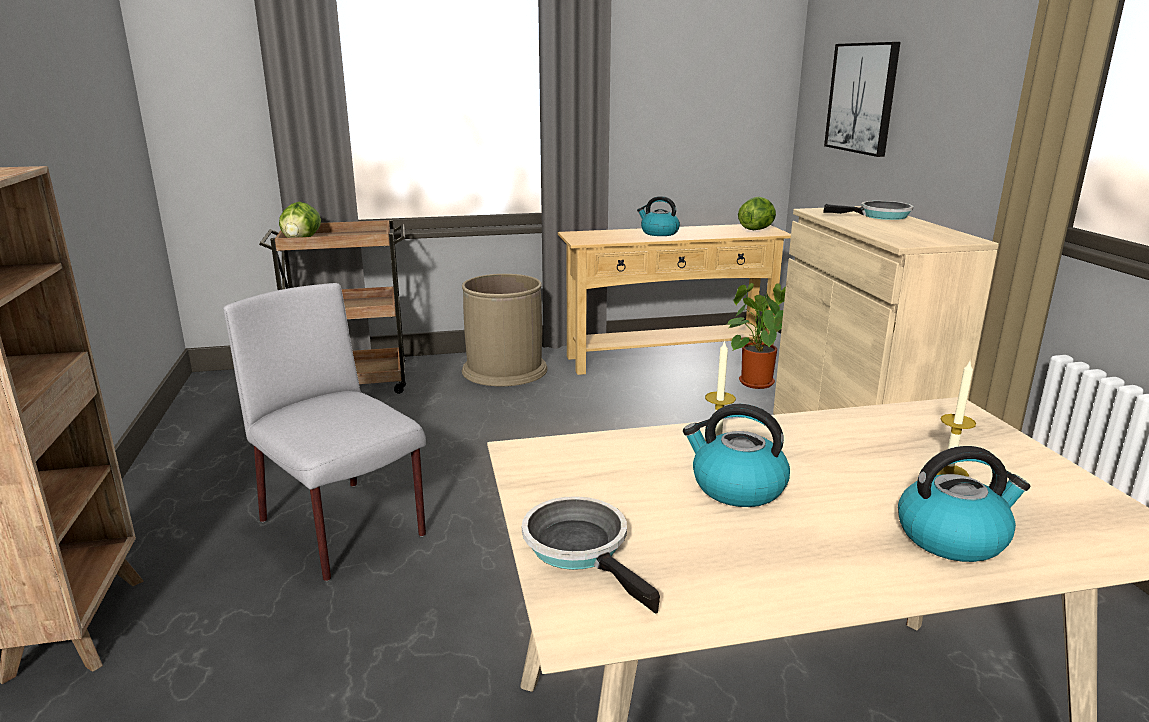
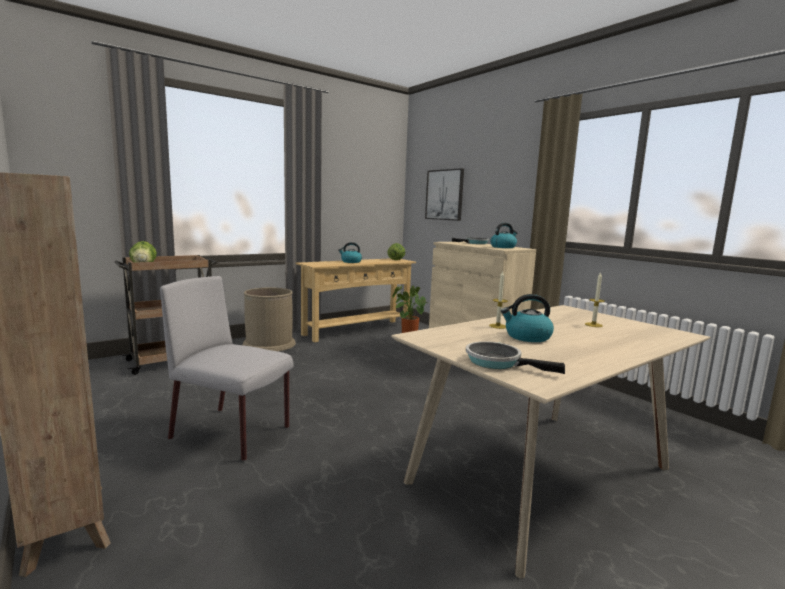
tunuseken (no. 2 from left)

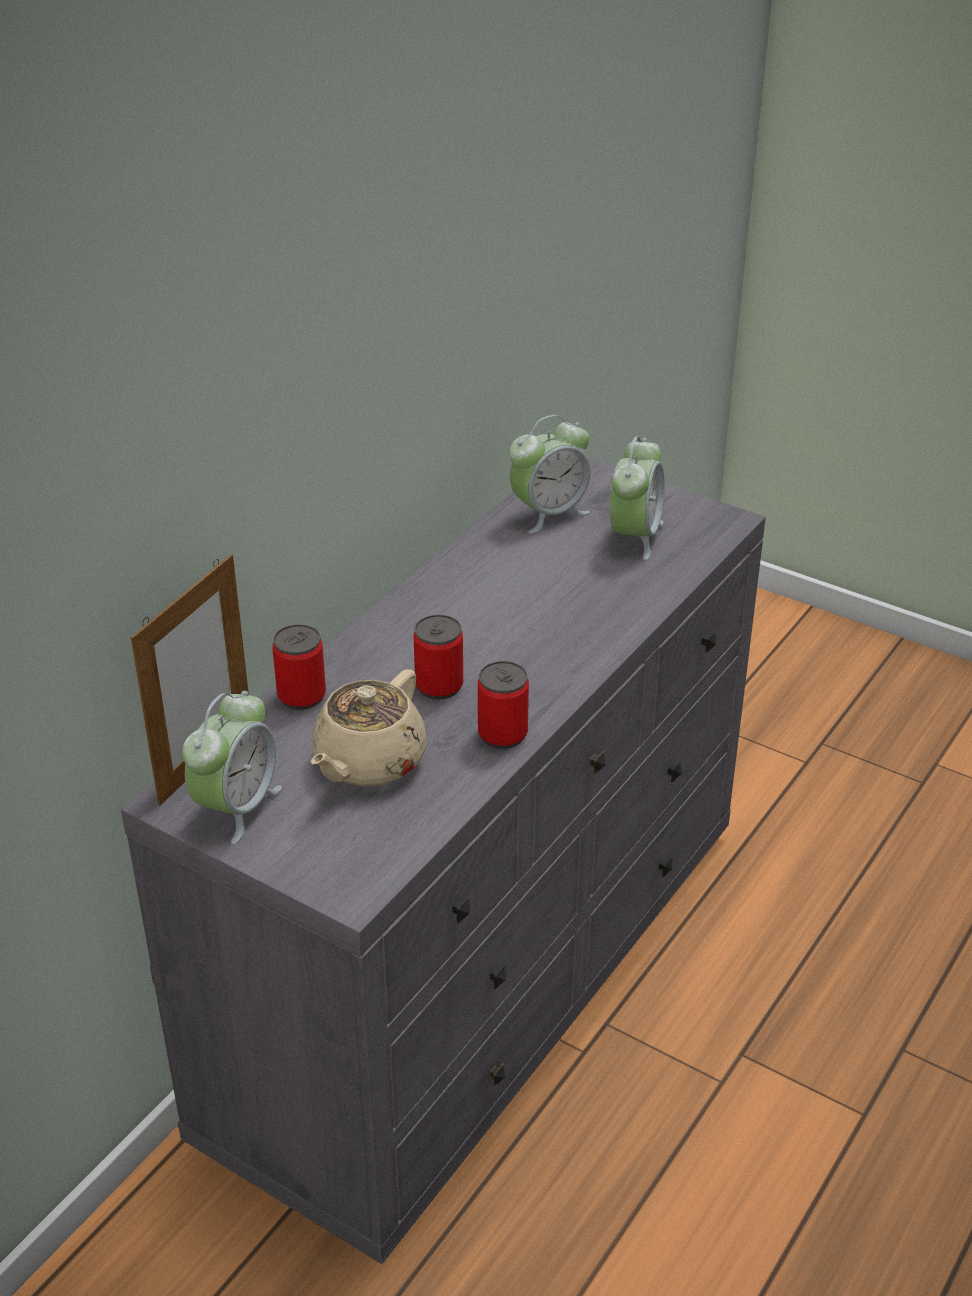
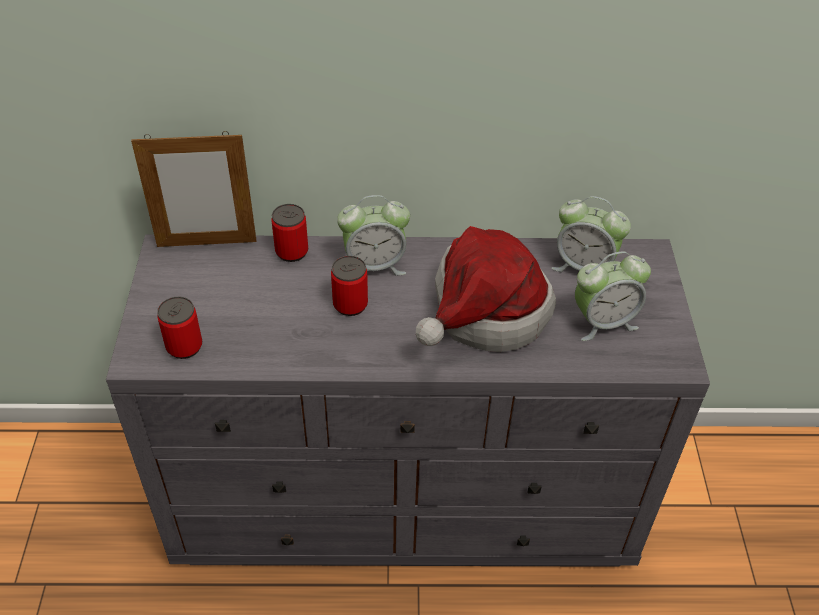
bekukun (no. 1 from left)
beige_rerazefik
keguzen (no. 1 from left)
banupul

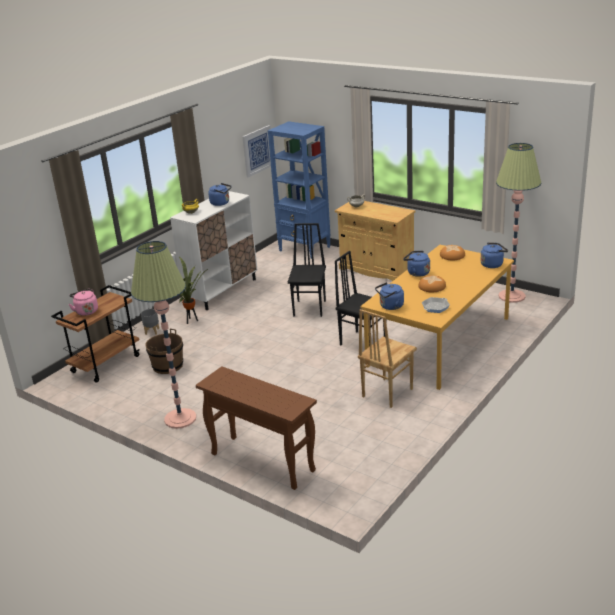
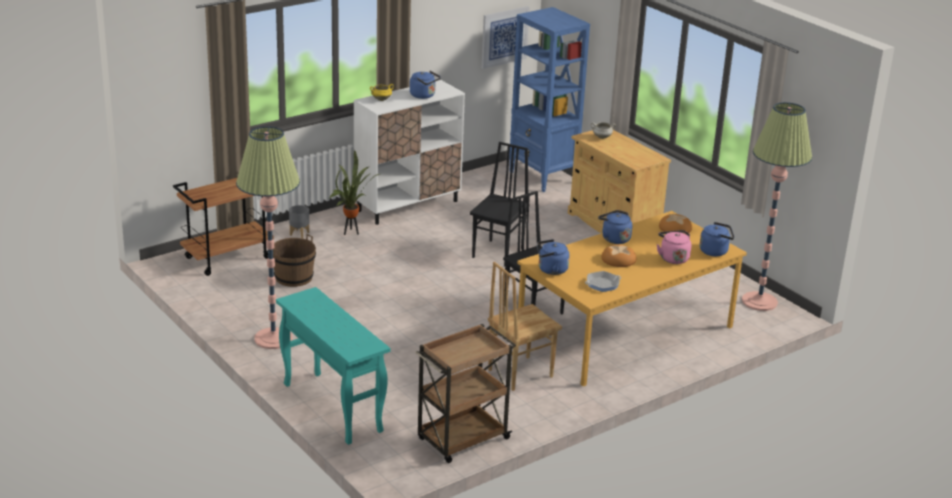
pink_tunuseken
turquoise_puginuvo
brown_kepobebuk (no. 2 from left)

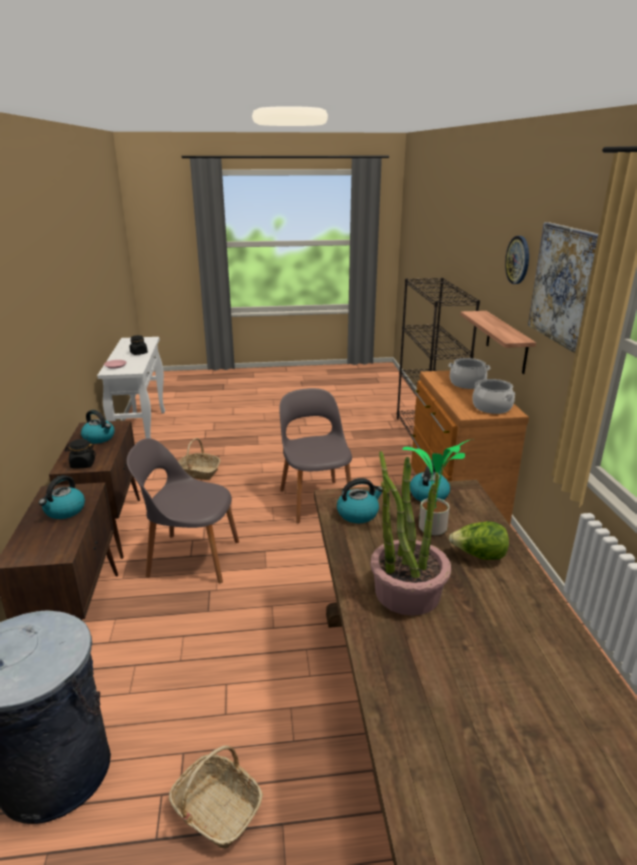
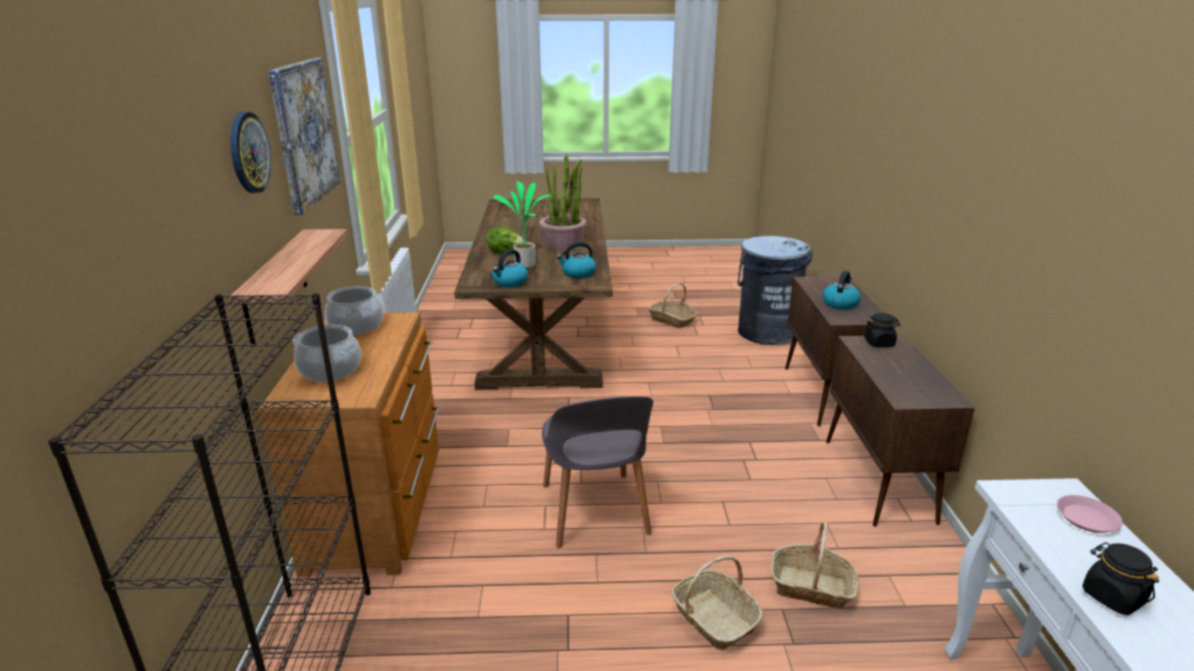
tunuseken (no. 2 from left in the first image)
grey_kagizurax (no. 1 from left in the first image)
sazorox (no. 2 from left)

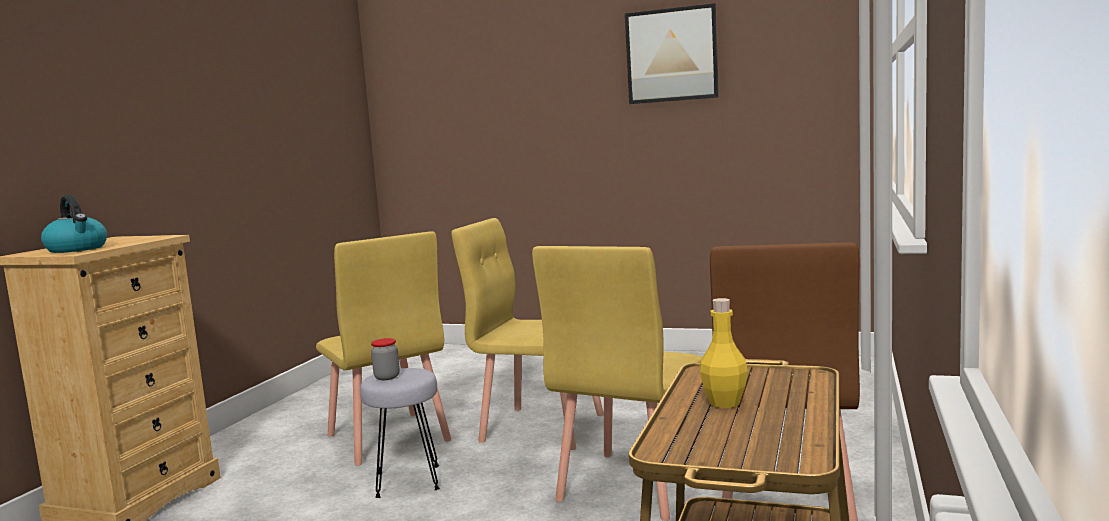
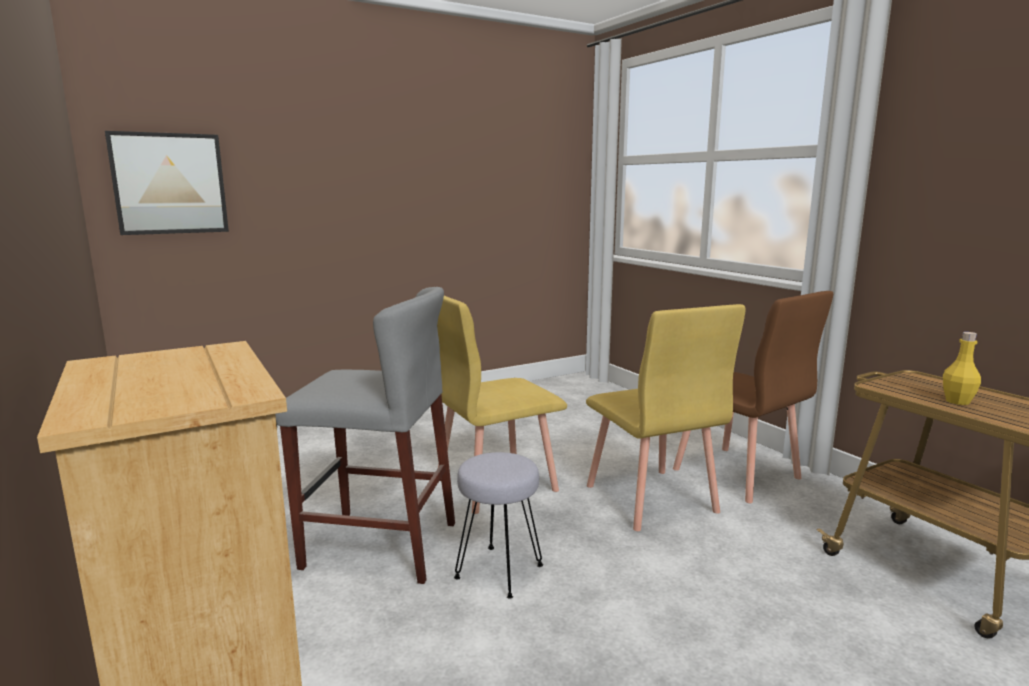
tunuseken
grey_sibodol (no. 1 from left)
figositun
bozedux

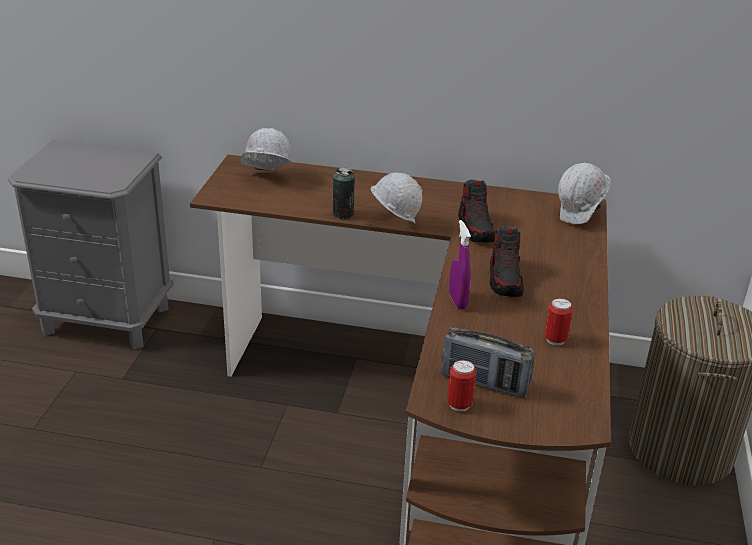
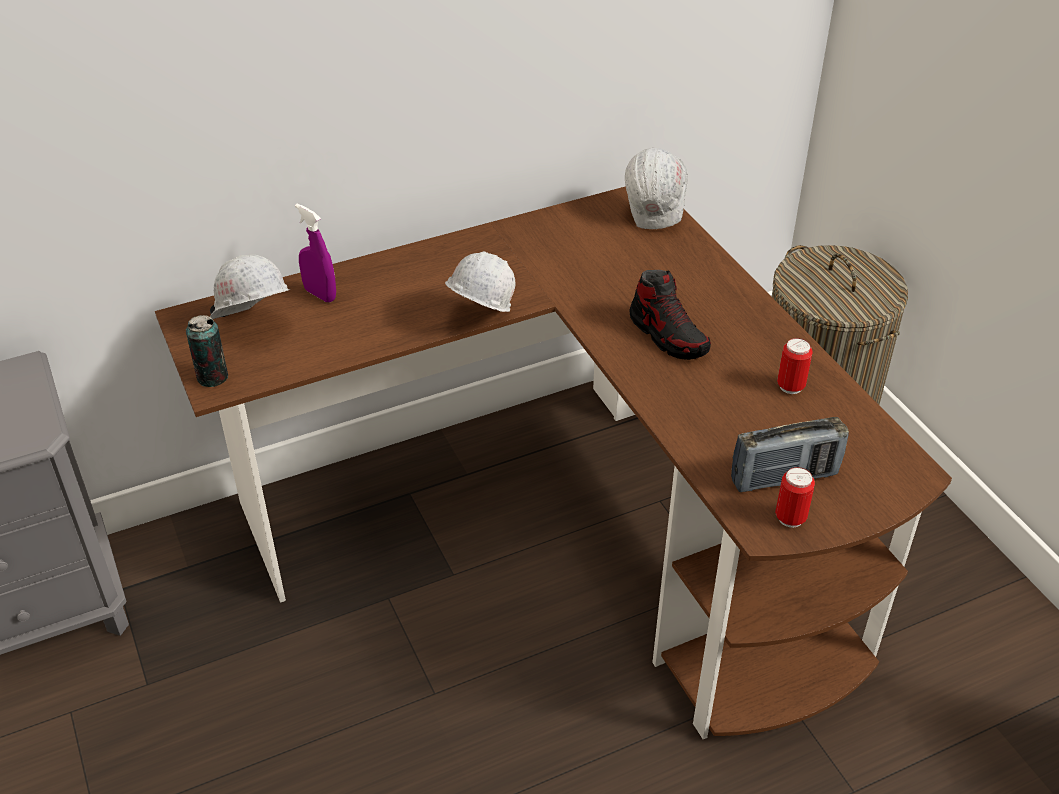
keguzen (no. 1 from left)
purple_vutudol
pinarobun (no. 1 from left in the first image)

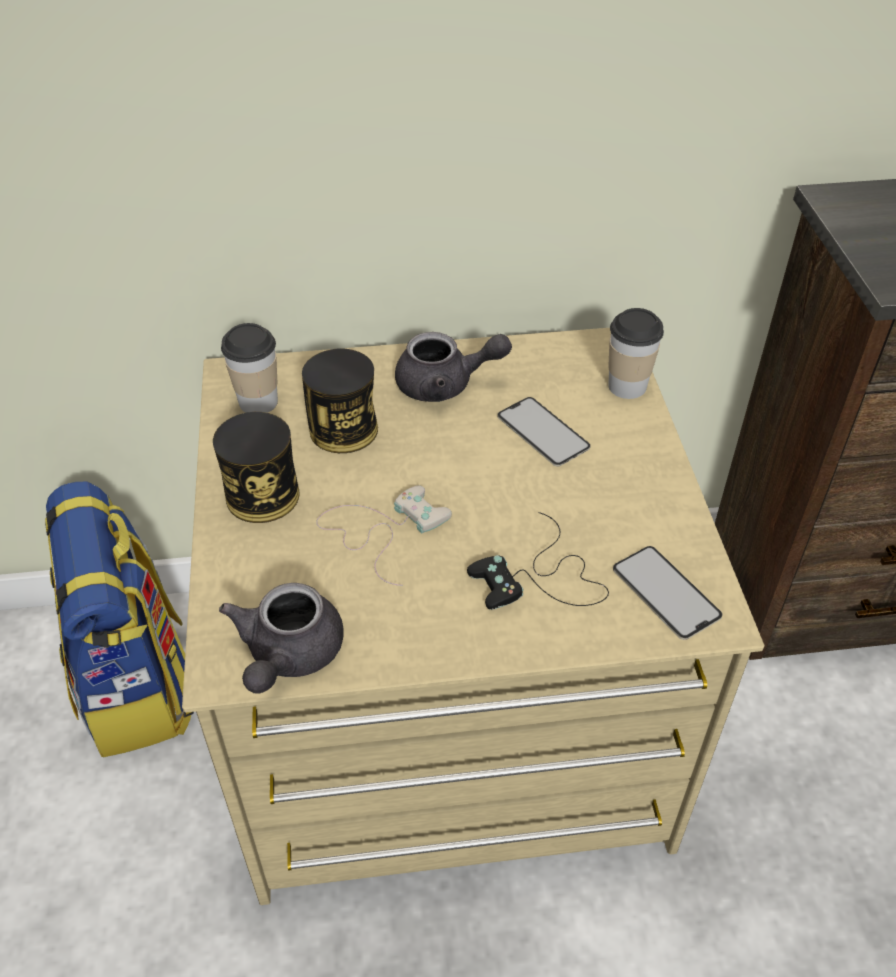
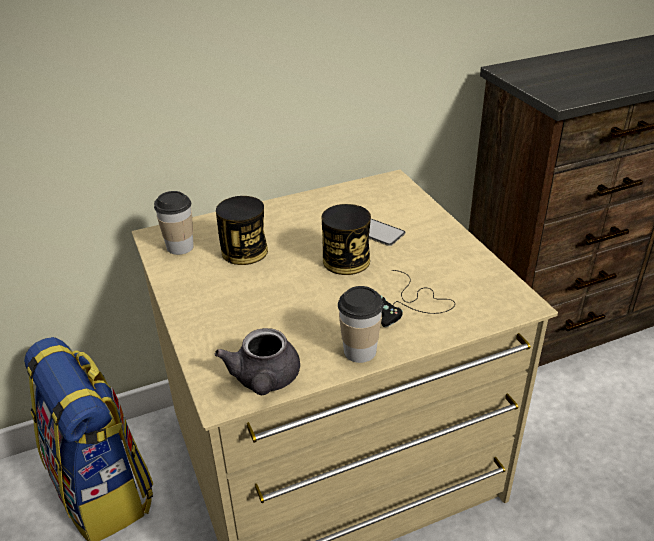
keguzen (no. 2 from left)
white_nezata
grey_rerazefik (no. 2 from left in the first image)
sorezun (no. 2 from left)
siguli (no. 2 from left in the first image)

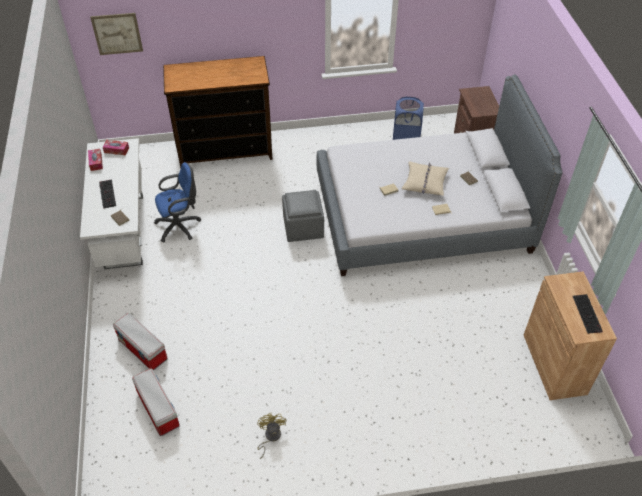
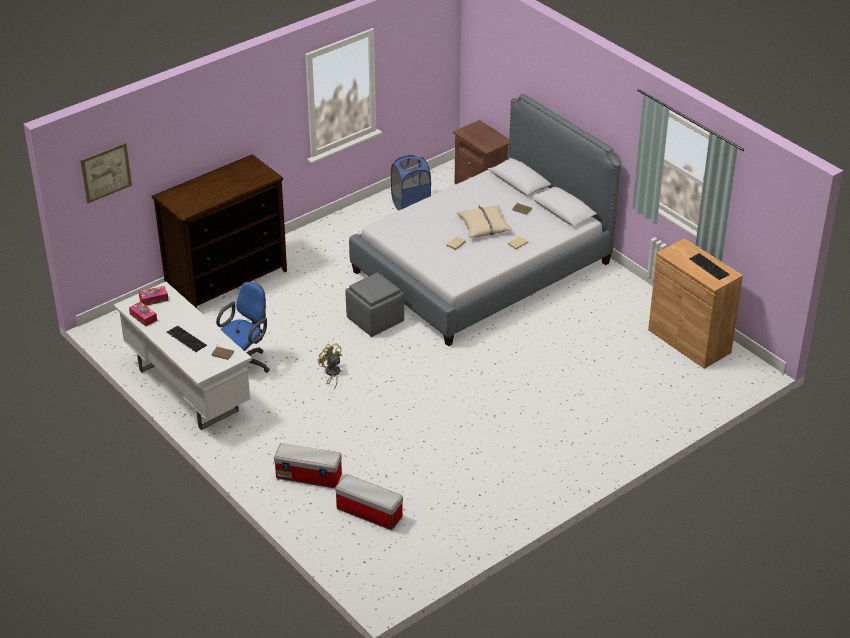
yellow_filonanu

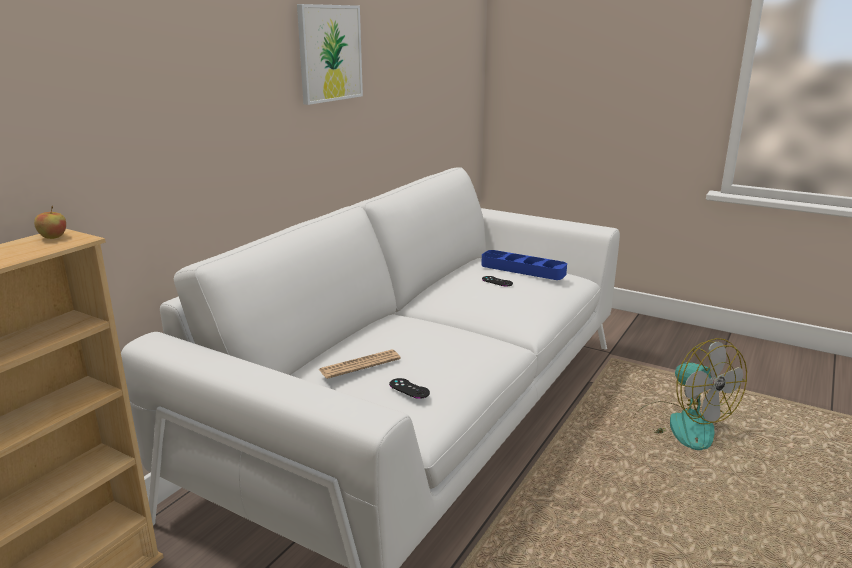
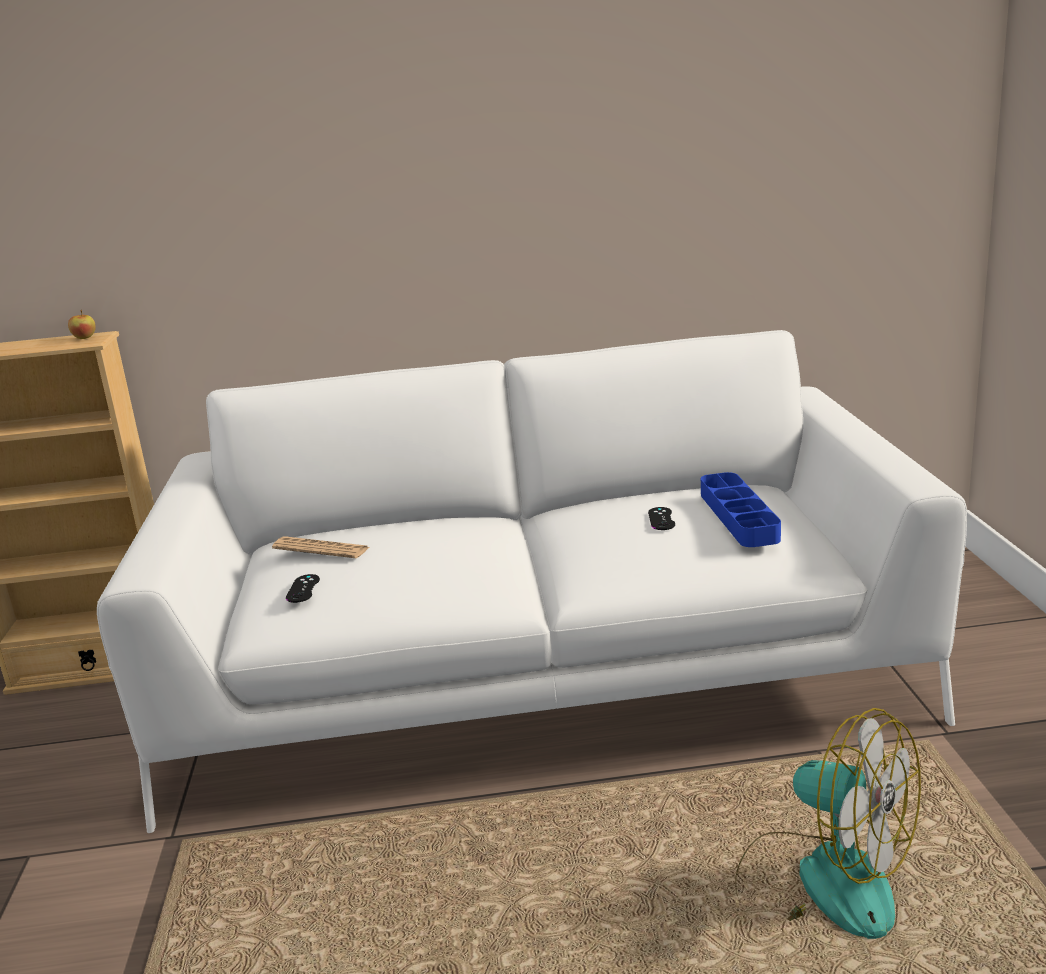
bozedux
filonanu

